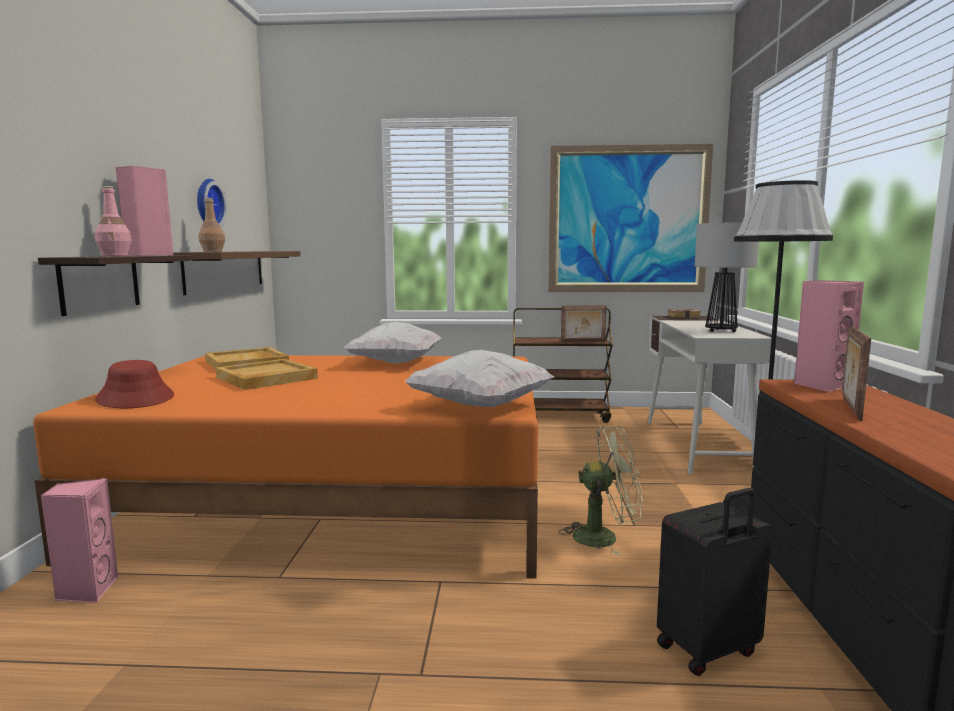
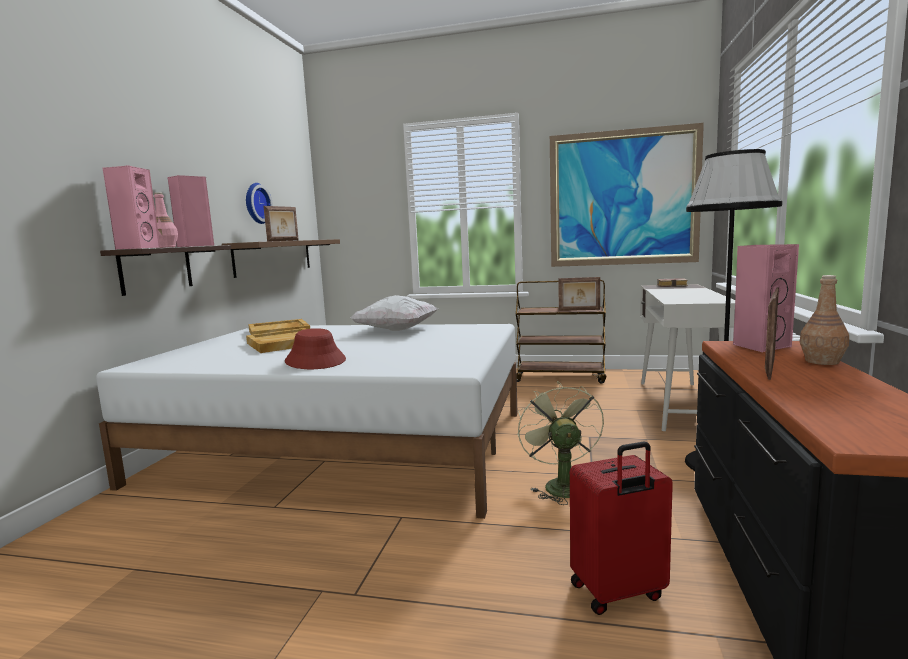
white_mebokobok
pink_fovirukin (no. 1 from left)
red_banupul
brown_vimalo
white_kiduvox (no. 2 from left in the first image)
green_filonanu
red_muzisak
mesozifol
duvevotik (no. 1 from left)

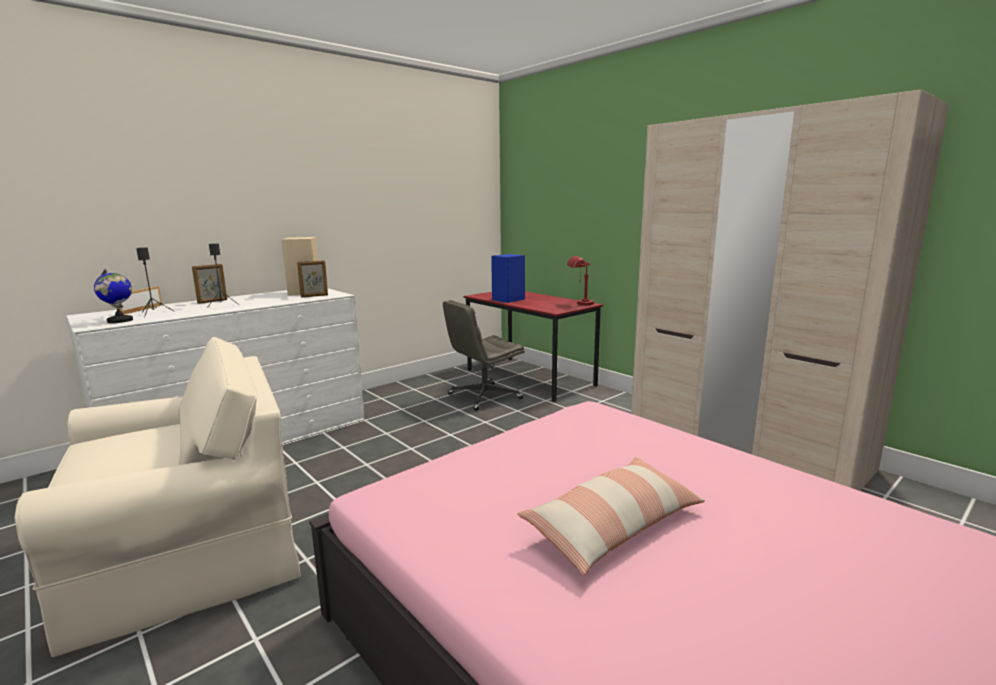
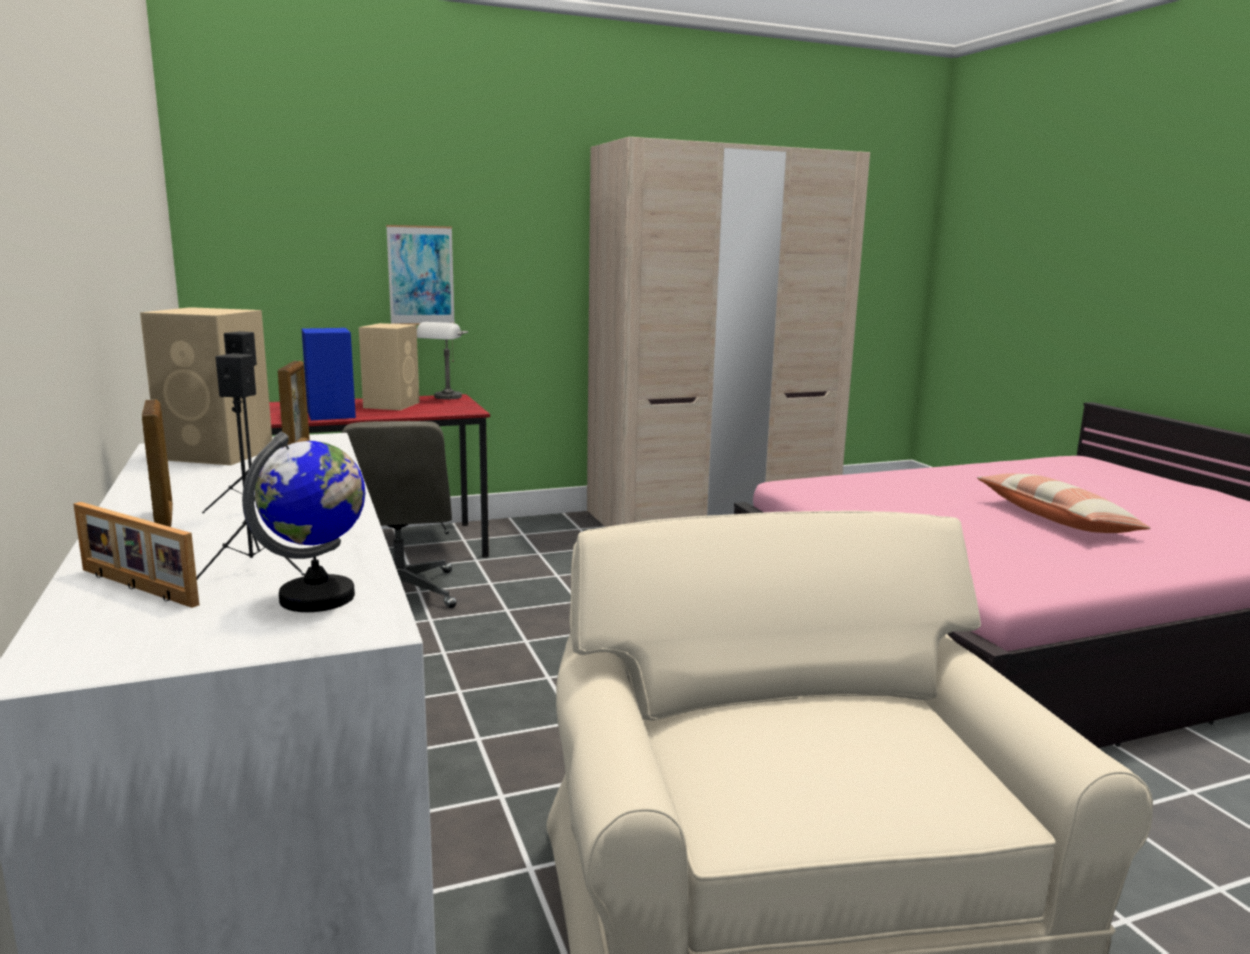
grey_mesozifol
beige_fovirukin (no. 2 from left)
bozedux

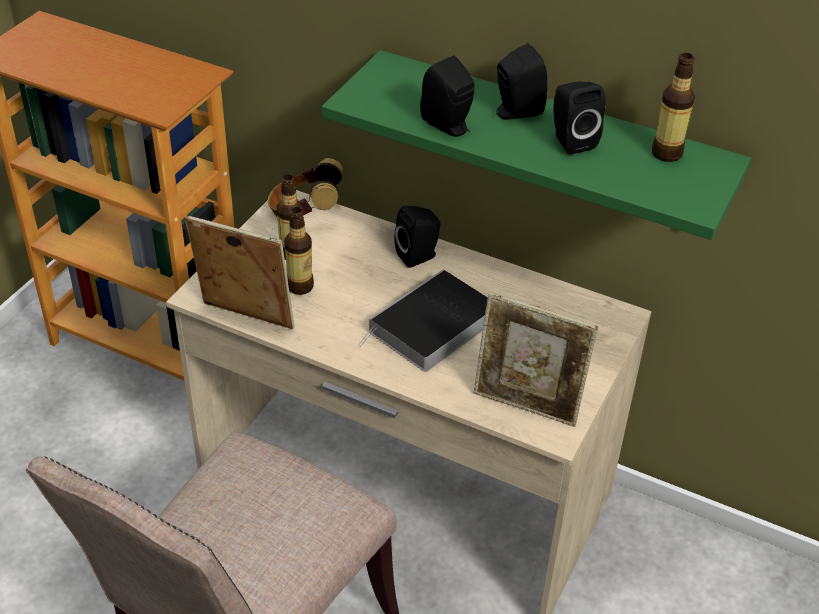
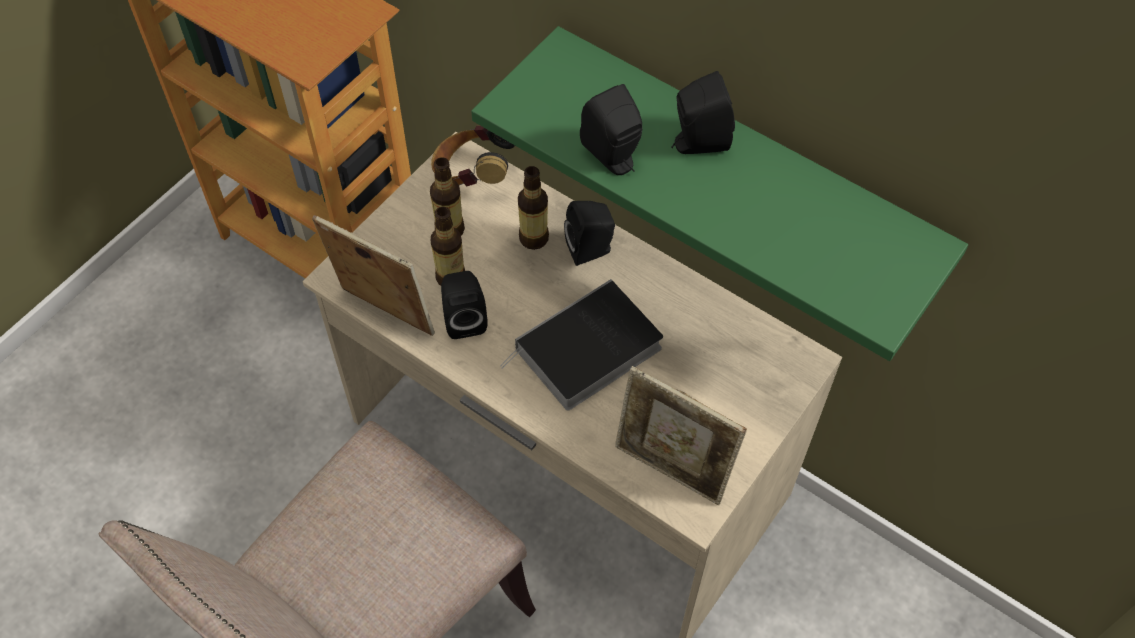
black_fovirukin (no. 1 from left)
vimalo (no. 3 from left)

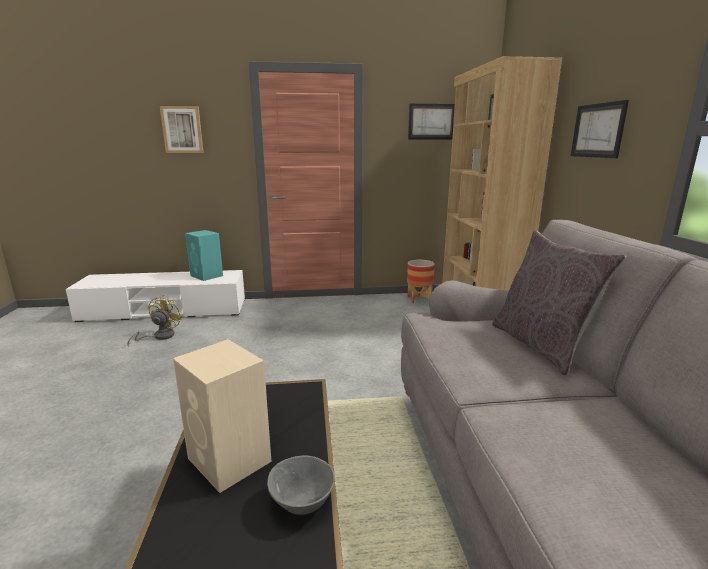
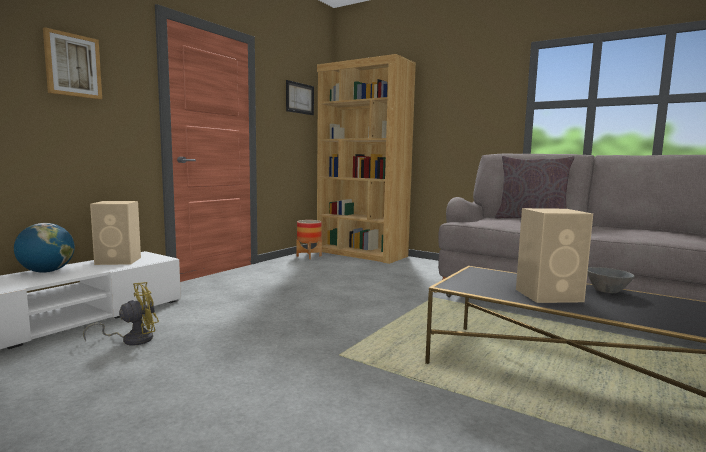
yellow_filonanu
beige_fovirukin (no. 1 from left)
bozedux (no. 3 from left in the first image)
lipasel

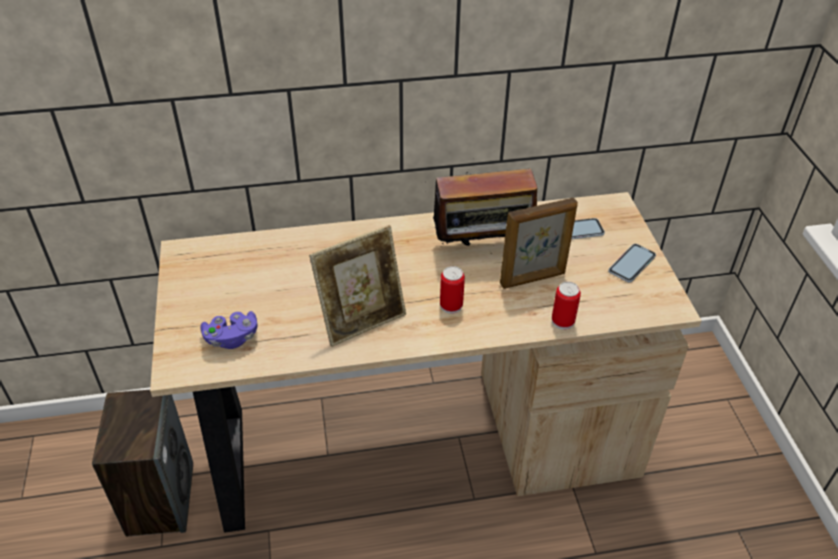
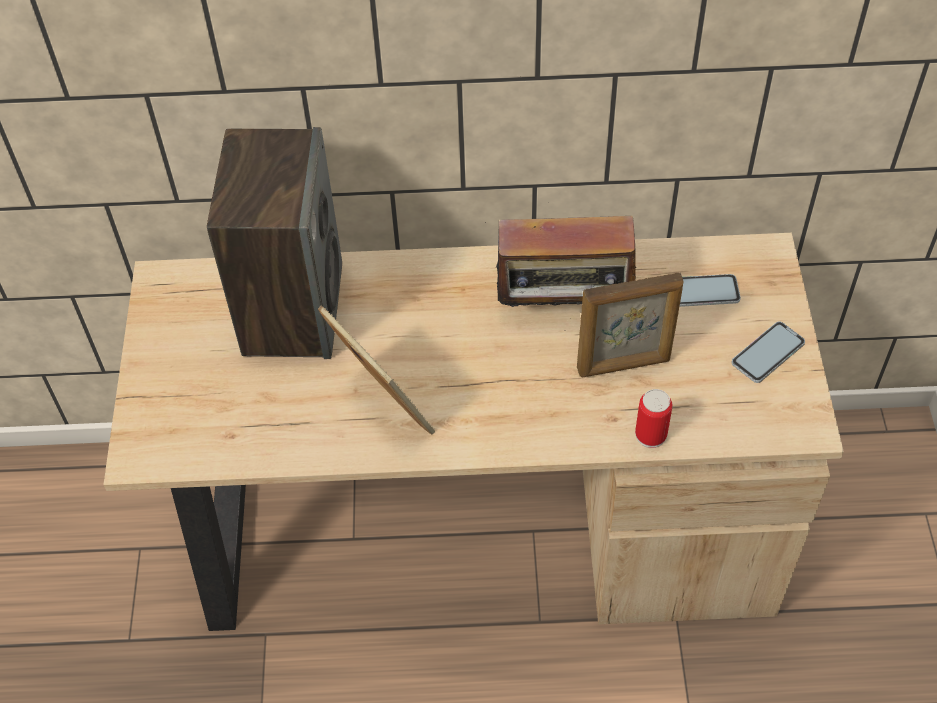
fovirukin
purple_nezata
duvevotik (no. 1 from left)
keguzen (no. 1 from left in the first image)

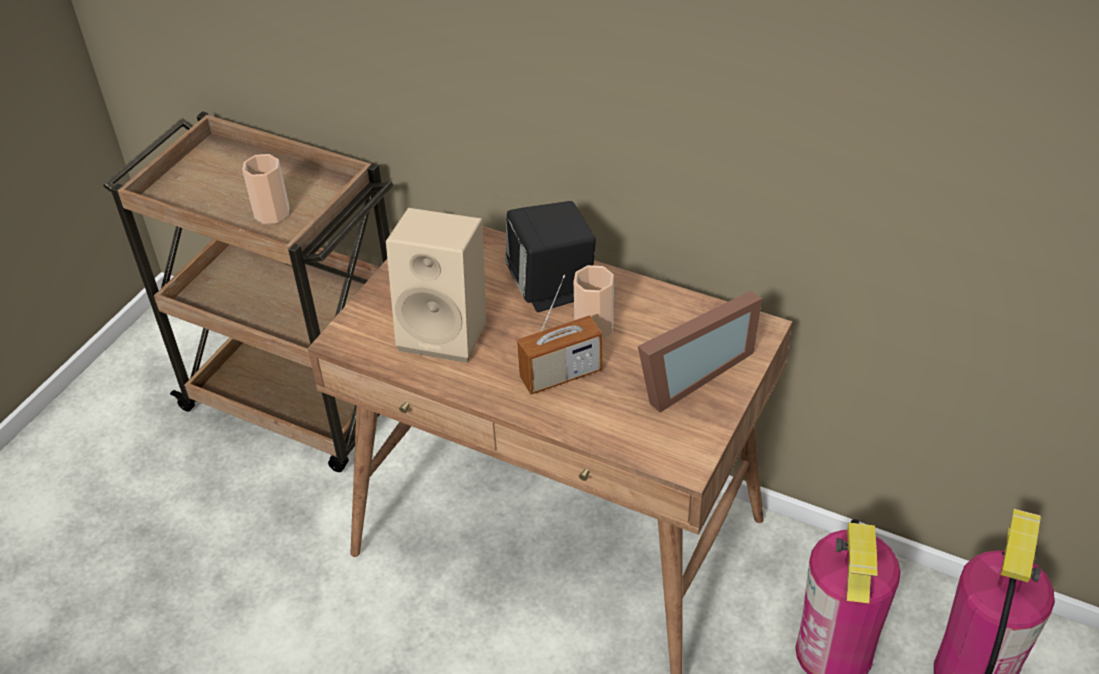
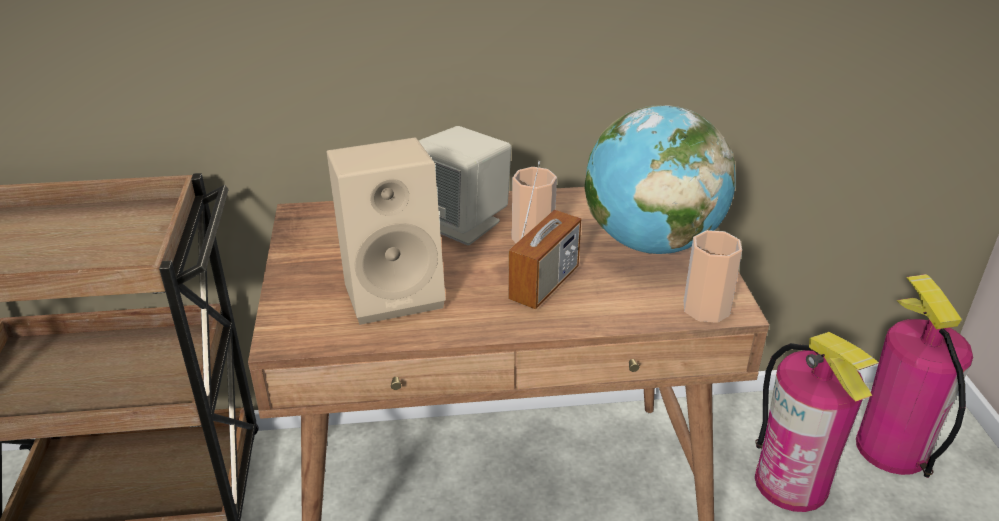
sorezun (no. 2 from left)
beige_fovirukin (no. 2 from left)
lipasel

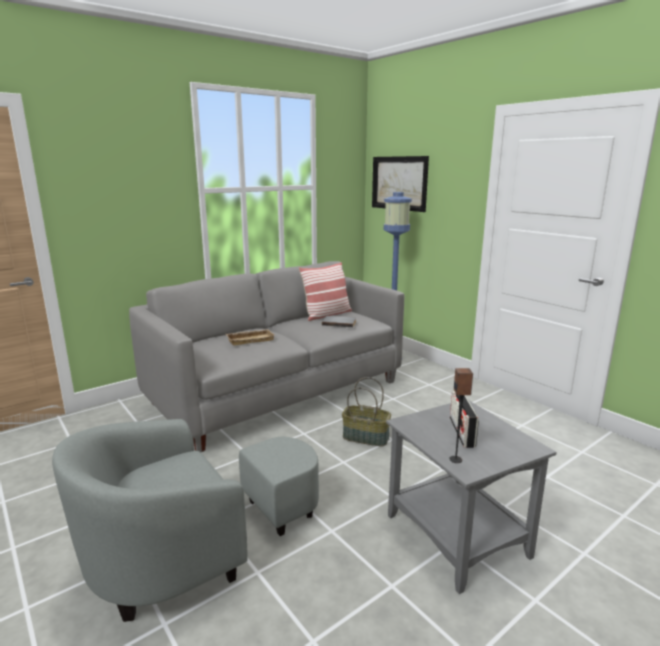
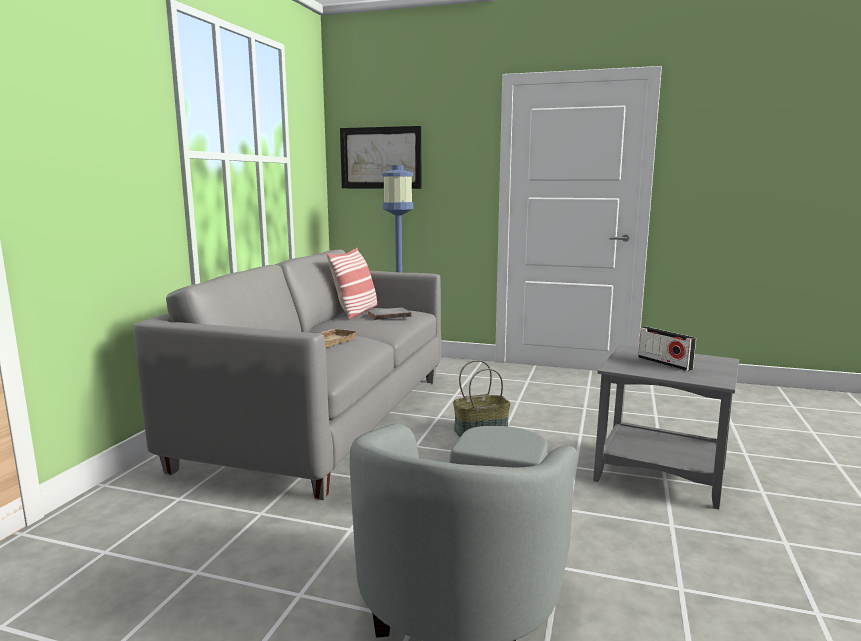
fovirukin

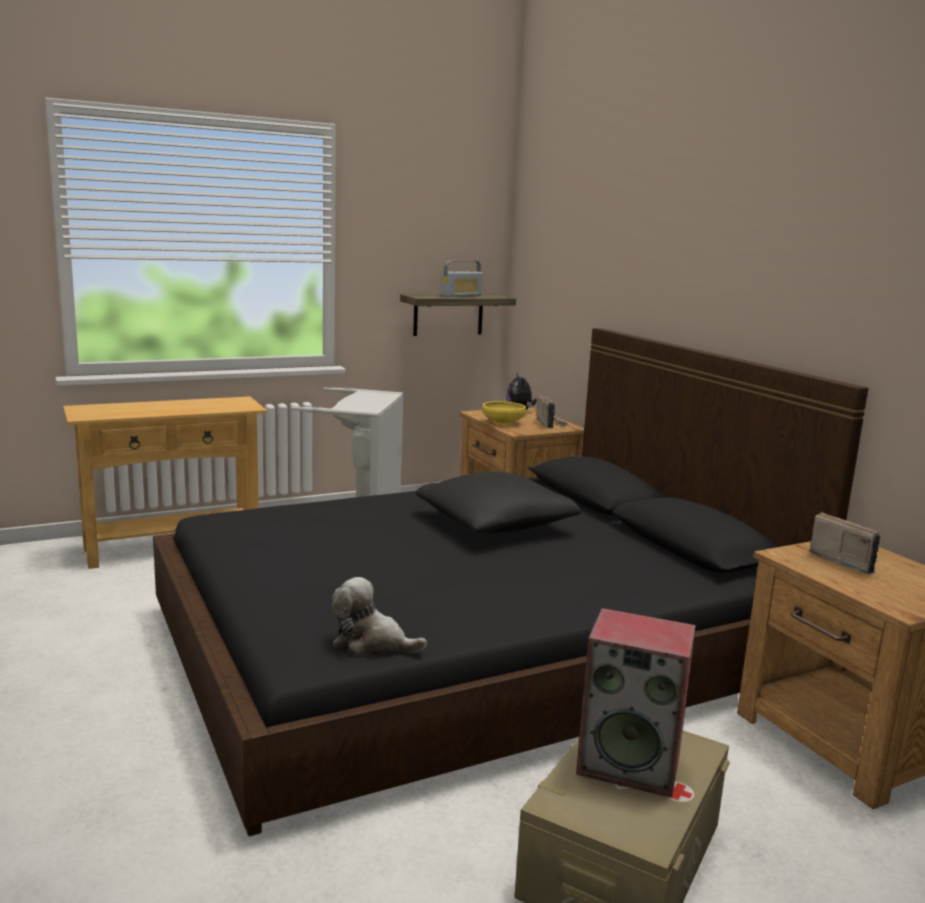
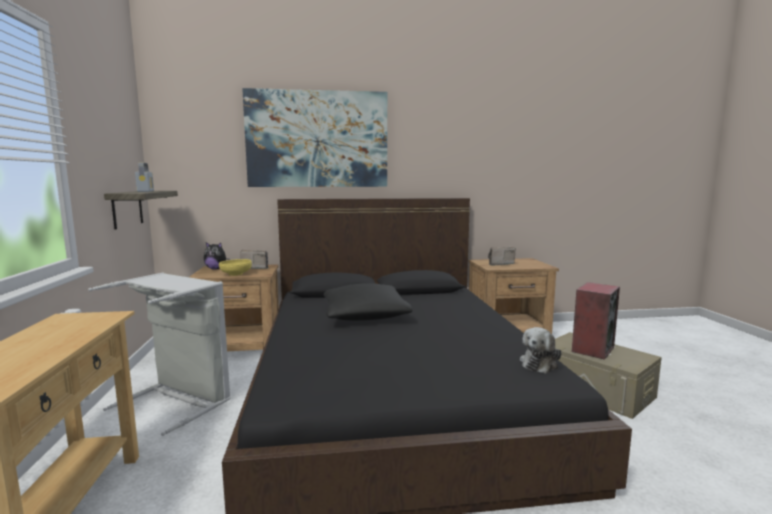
bozedux

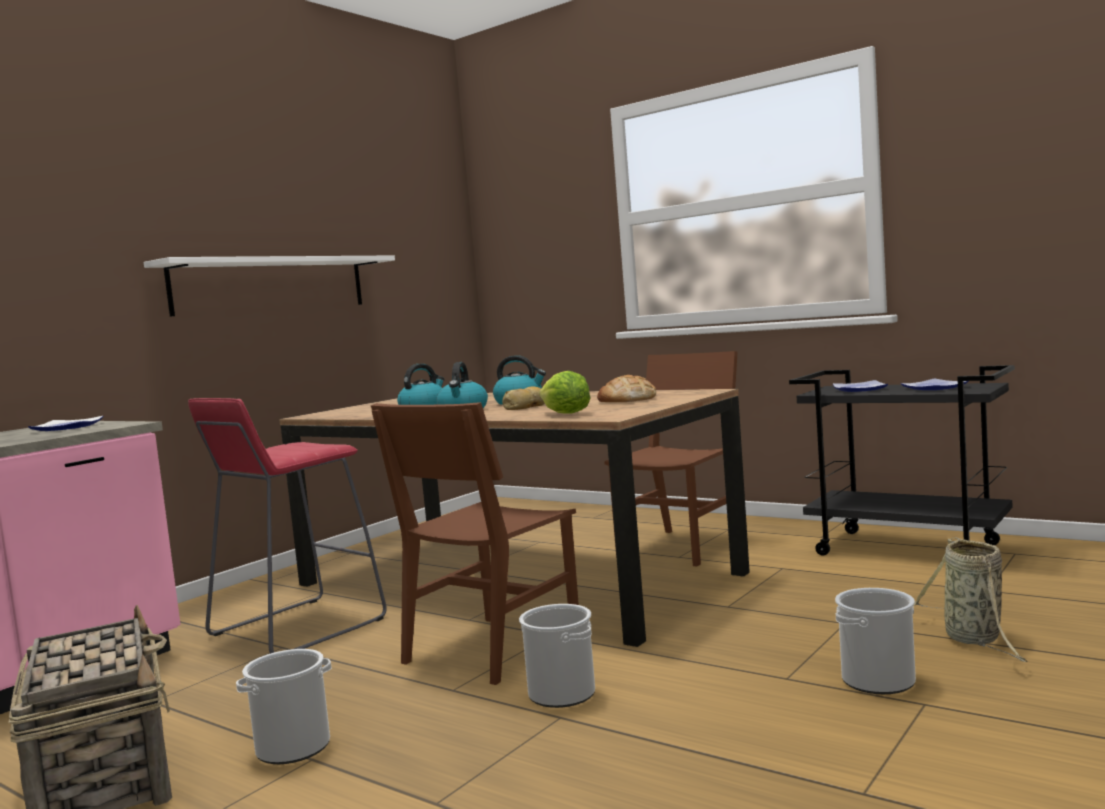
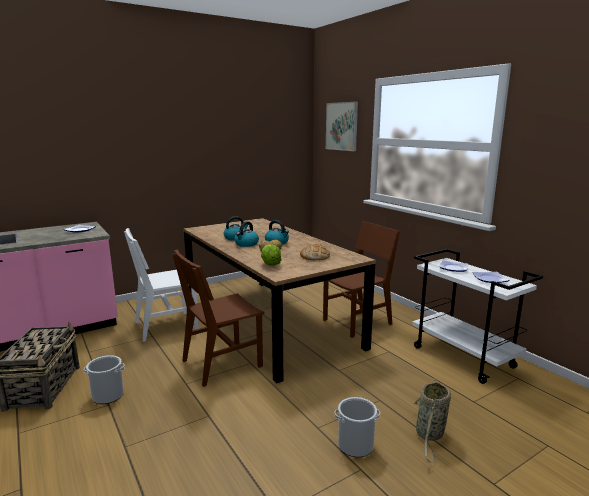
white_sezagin
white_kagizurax
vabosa (no. 2 from left in the first image)
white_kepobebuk
bozedux

